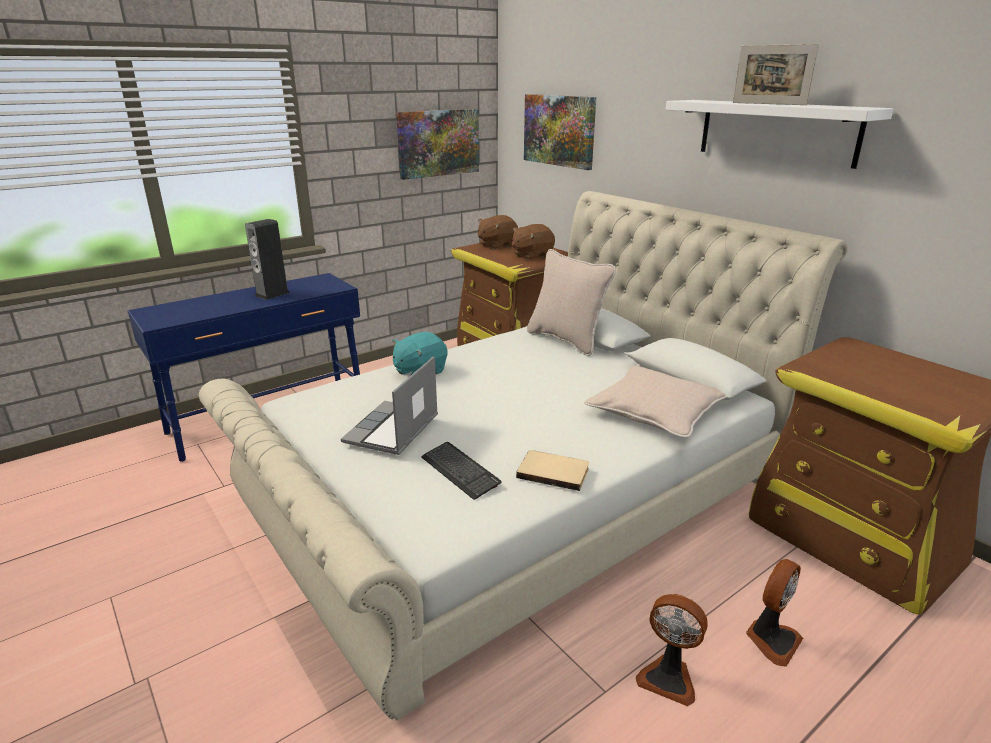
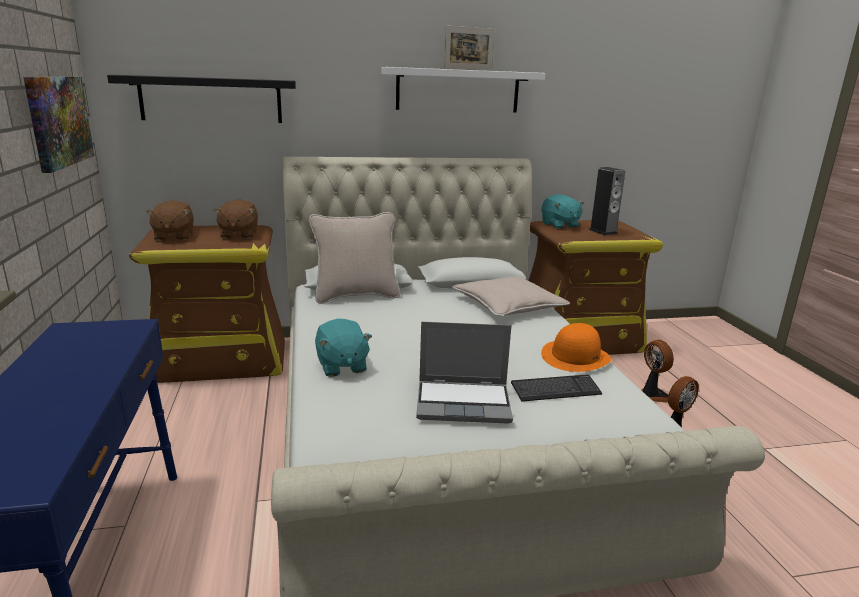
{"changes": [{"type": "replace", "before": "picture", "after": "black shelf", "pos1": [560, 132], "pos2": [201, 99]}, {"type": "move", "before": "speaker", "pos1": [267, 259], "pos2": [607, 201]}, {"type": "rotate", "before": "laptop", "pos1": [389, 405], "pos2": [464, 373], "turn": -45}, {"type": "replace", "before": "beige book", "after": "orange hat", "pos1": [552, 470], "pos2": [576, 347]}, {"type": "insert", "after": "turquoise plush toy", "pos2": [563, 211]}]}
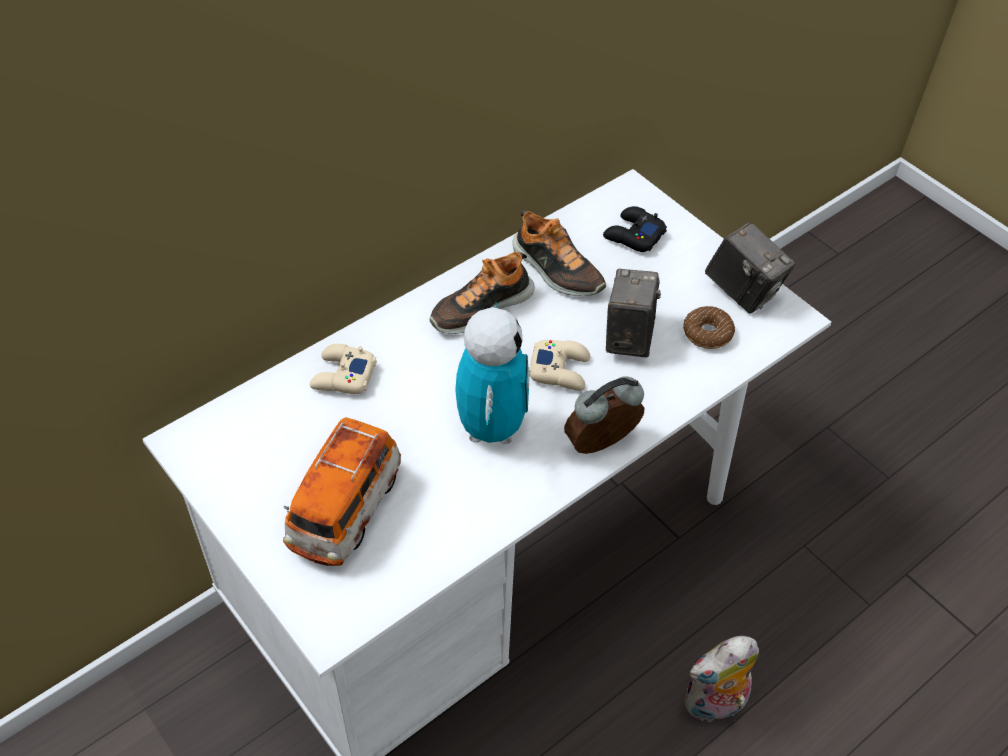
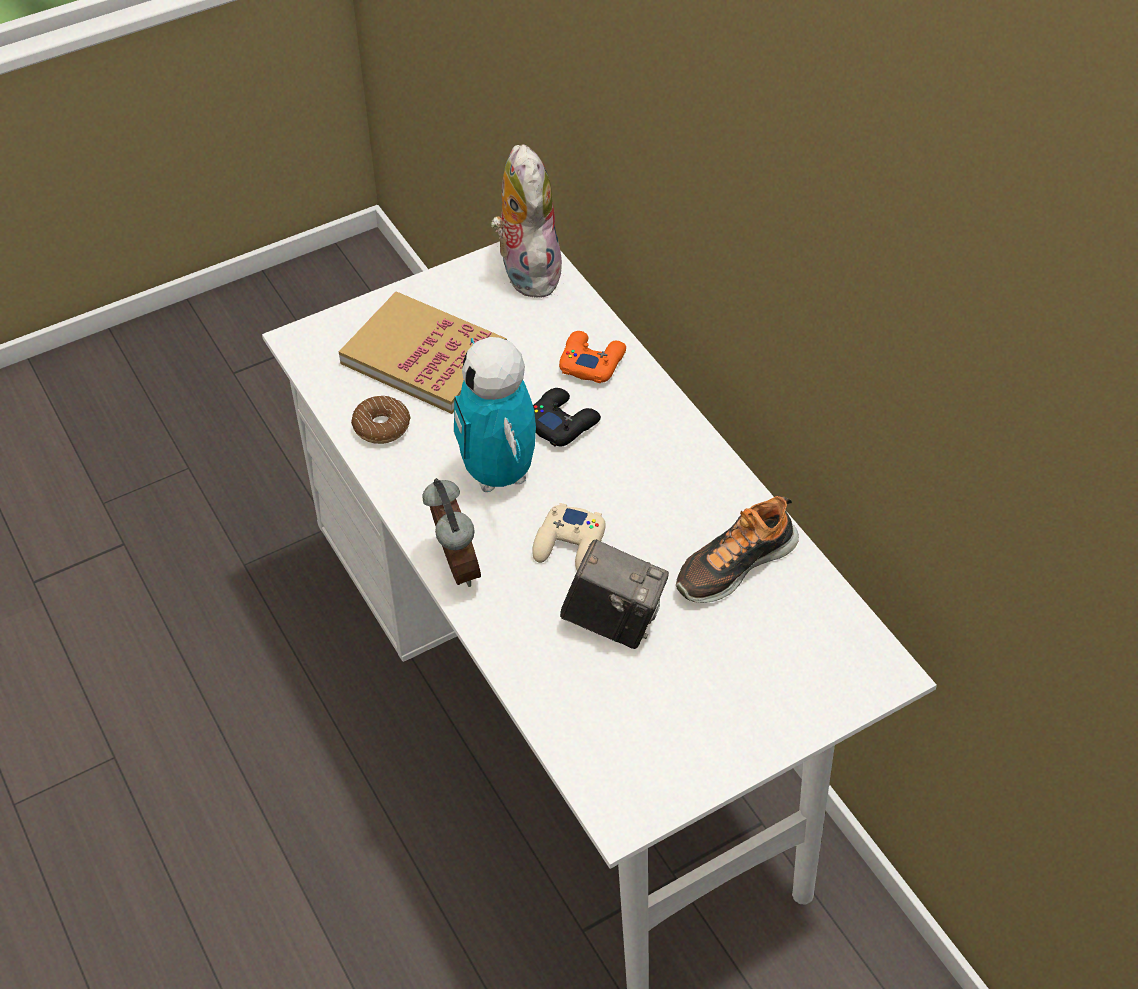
{"changes": [{"type": "move", "before": "black game controller", "pos1": [635, 229], "pos2": [567, 417]}, {"type": "delete", "before": "photo camera", "pos1": [750, 268]}, {"type": "delete", "before": "shoe", "pos1": [482, 293]}, {"type": "rotate", "before": "toy robot", "pos1": [492, 373], "pos2": [495, 414], "turn": 60}, {"type": "move", "before": "donut", "pos1": [709, 327], "pos2": [381, 419]}, {"type": "recolor", "before": "beige game controller", "after": "orange game controller", "pos1": [343, 369], "pos2": [592, 357]}, {"type": "replace", "before": "toy car", "after": "book", "pos1": [342, 491], "pos2": [423, 353]}, {"type": "move", "before": "plush toy", "pos1": [722, 679], "pos2": [526, 221]}]}
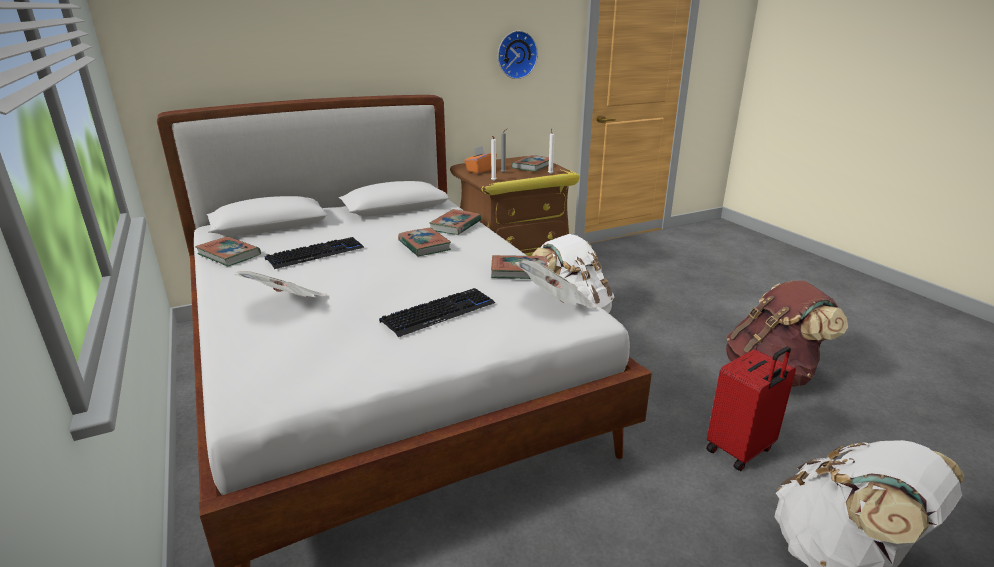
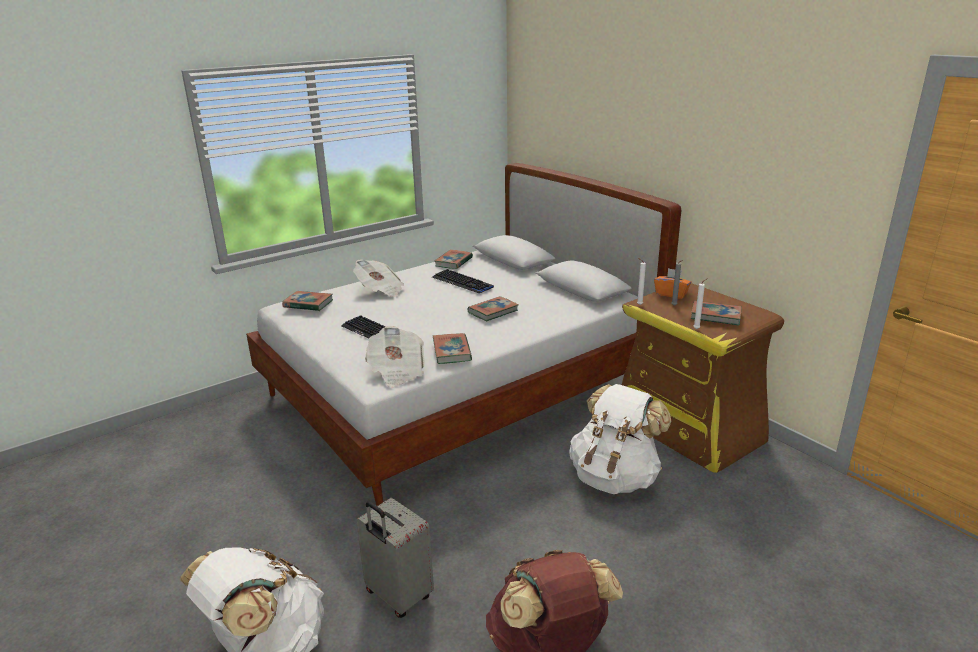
{"changes": [{"type": "delete", "before": "wall clock", "pos1": [518, 55]}, {"type": "move", "before": "book", "pos1": [455, 222], "pos2": [307, 301]}, {"type": "recolor", "before": "red suitcase", "after": "grey suitcase", "pos1": [751, 408], "pos2": [395, 558]}]}
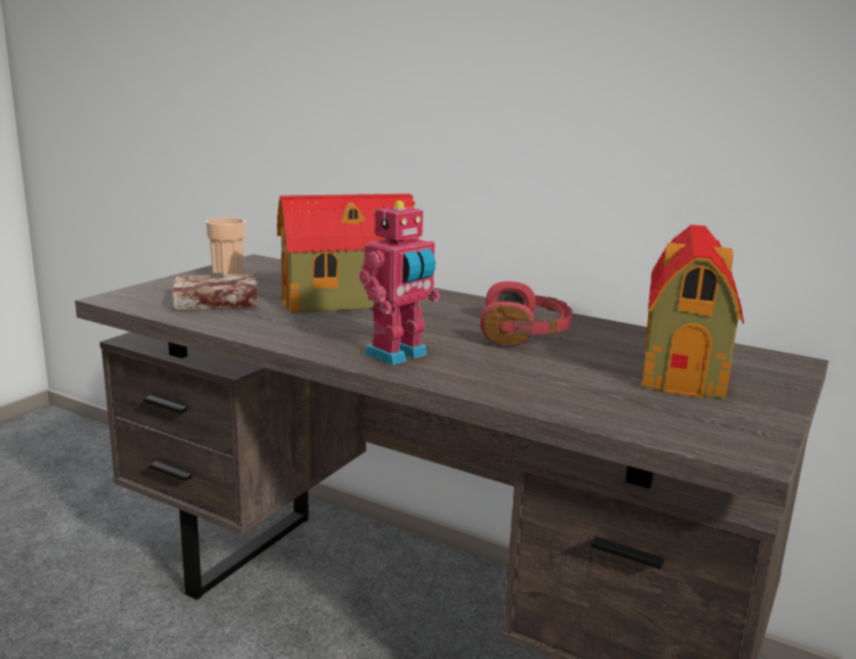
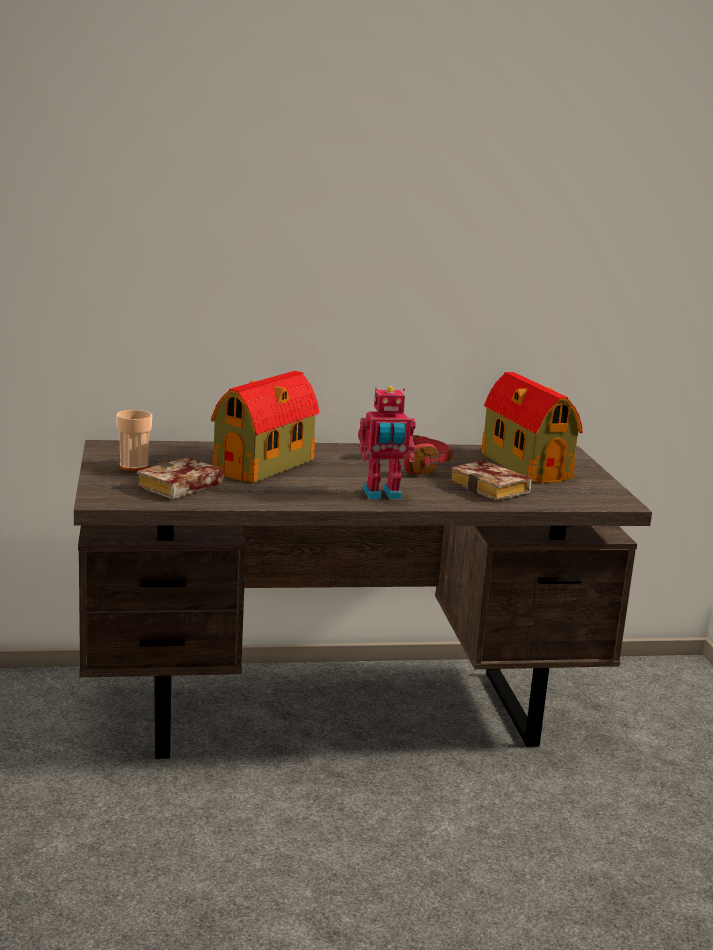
{"changes": [{"type": "rotate", "before": "toy robot", "pos1": [399, 282], "pos2": [387, 443], "turn": 75}, {"type": "insert", "after": "book", "pos2": [490, 480]}]}
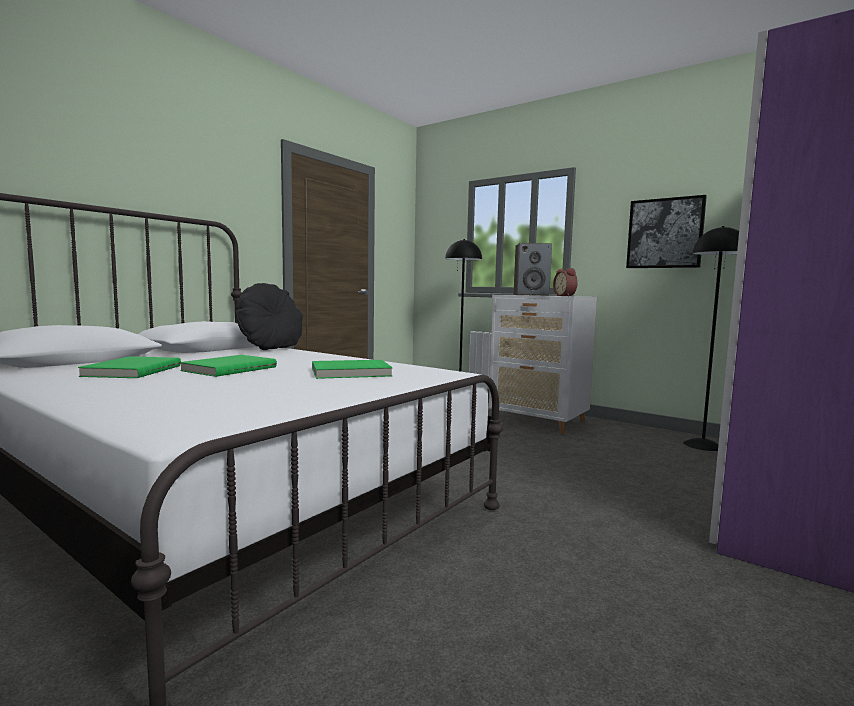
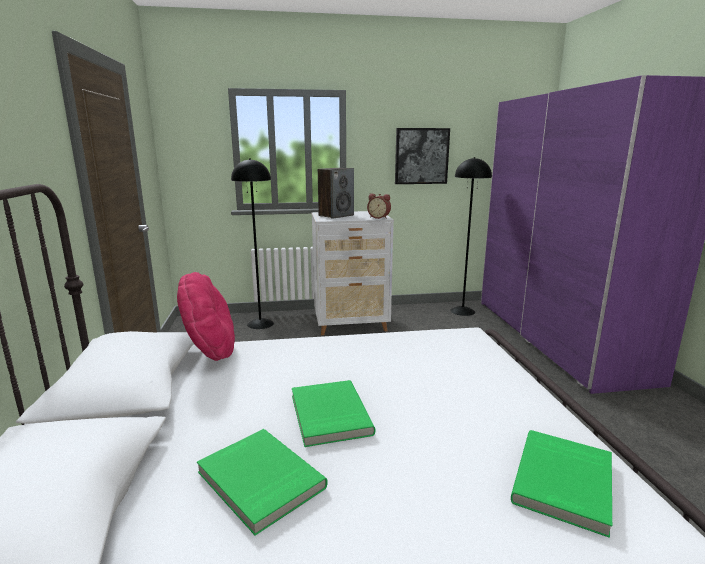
{"changes": [{"type": "recolor", "before": "black pillow", "after": "pink pillow", "pos1": [269, 316], "pos2": [206, 316]}, {"type": "move", "before": "green book", "pos1": [352, 369], "pos2": [561, 484]}]}
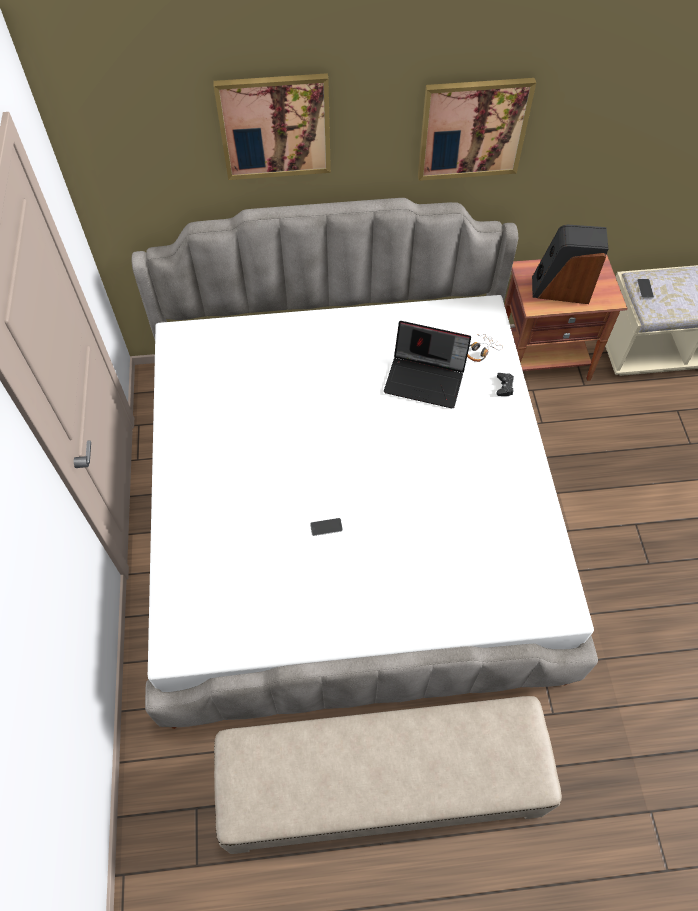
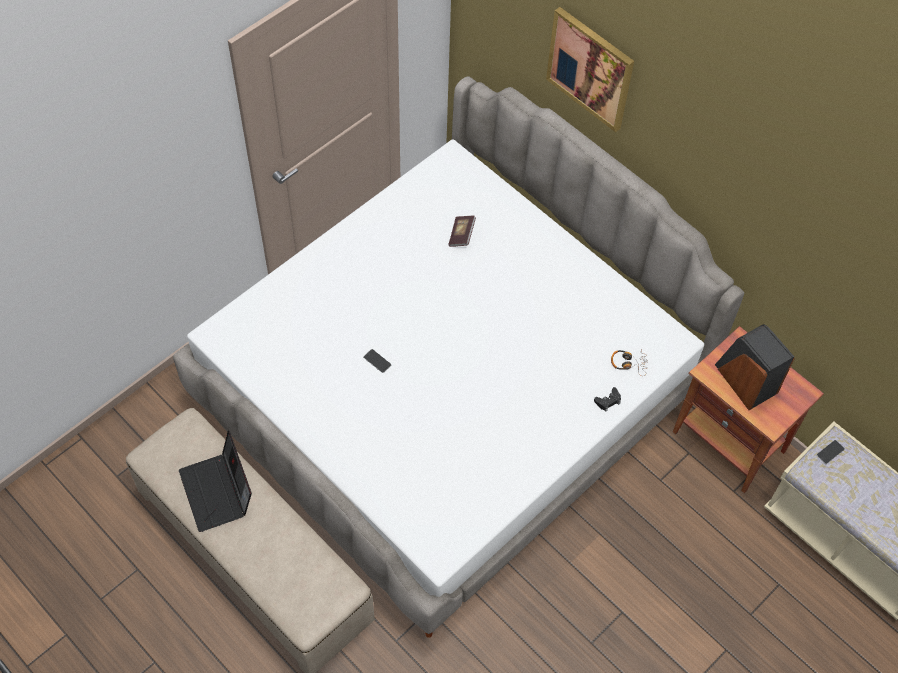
{"changes": [{"type": "delete", "before": "picture", "pos1": [477, 129]}, {"type": "move", "before": "laptop", "pos1": [427, 364], "pos2": [215, 481]}, {"type": "insert", "after": "book", "pos2": [462, 231]}]}
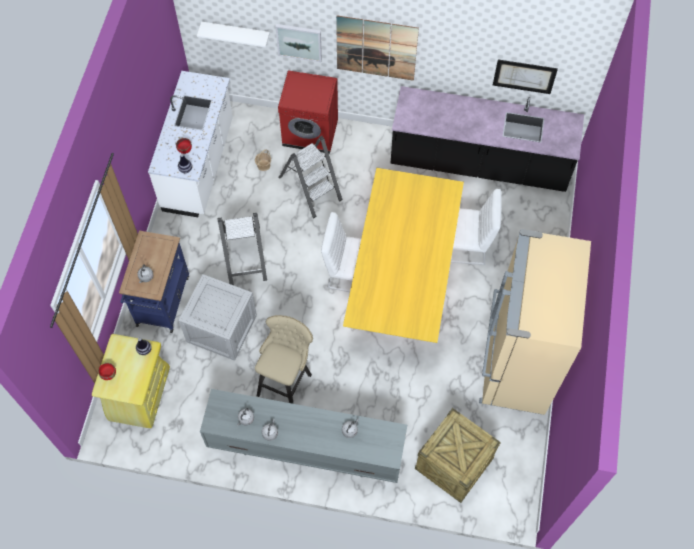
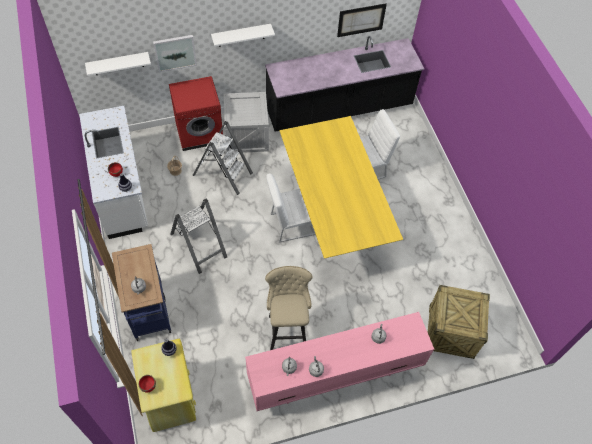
{"changes": [{"type": "replace", "before": "picture", "after": "white shelf", "pos1": [377, 48], "pos2": [243, 35]}, {"type": "delete", "before": "beige fridge", "pos1": [535, 322]}, {"type": "move", "before": "crate", "pos1": [218, 317], "pos2": [246, 122]}, {"type": "recolor", "before": "grey cabinet", "after": "pink cabinet", "pos1": [303, 436], "pos2": [339, 361]}]}
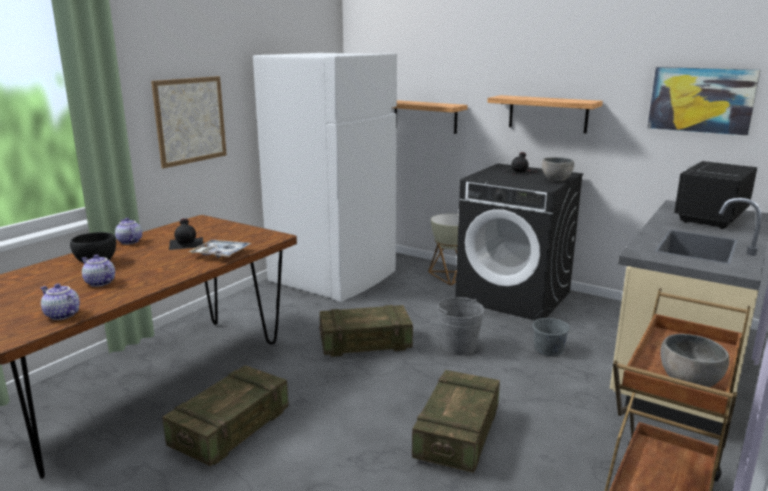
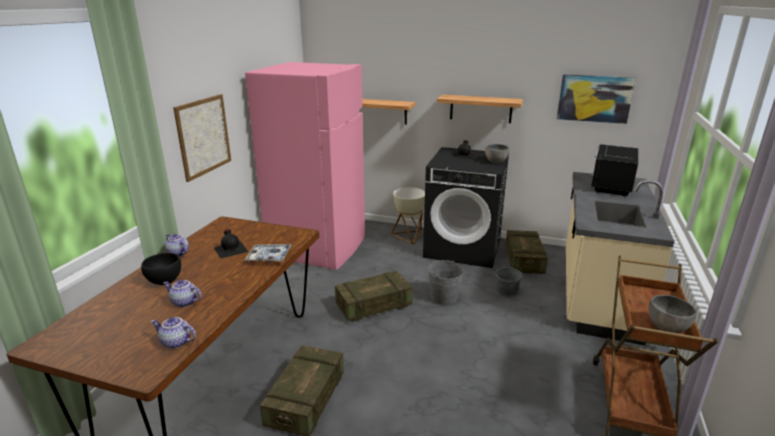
{"changes": [{"type": "recolor", "before": "white fridge", "after": "pink fridge", "pos1": [325, 177], "pos2": [305, 166]}, {"type": "move", "before": "crate", "pos1": [456, 421], "pos2": [527, 252]}]}
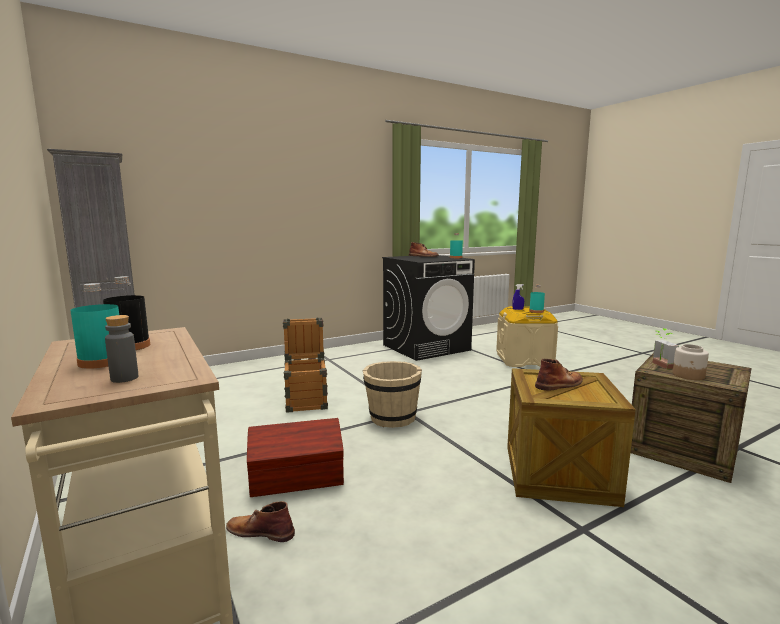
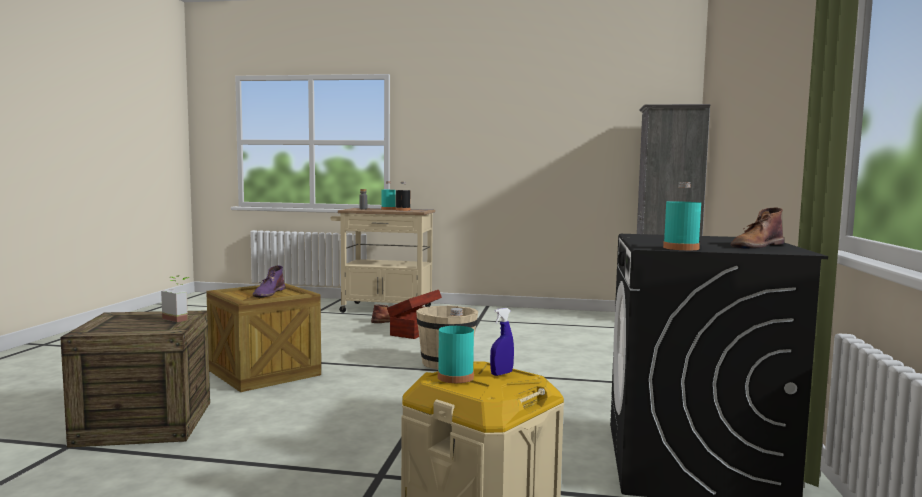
{"changes": [{"type": "delete", "before": "crate", "pos1": [305, 365]}, {"type": "delete", "before": "jar", "pos1": [690, 362]}, {"type": "recolor", "before": "brown boot", "after": "purple boot", "pos1": [559, 375], "pos2": [269, 281]}]}
